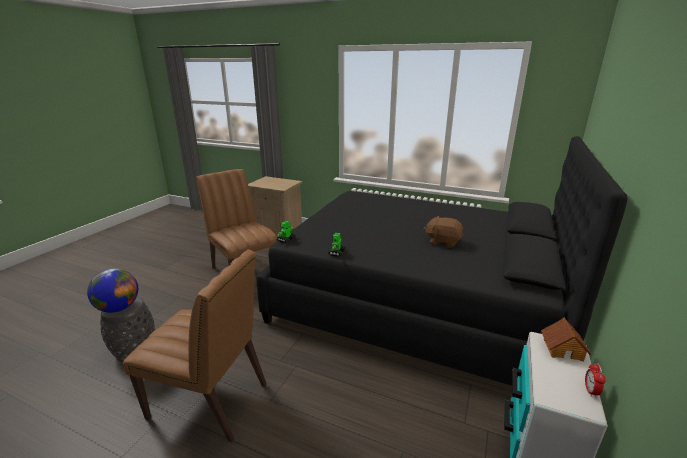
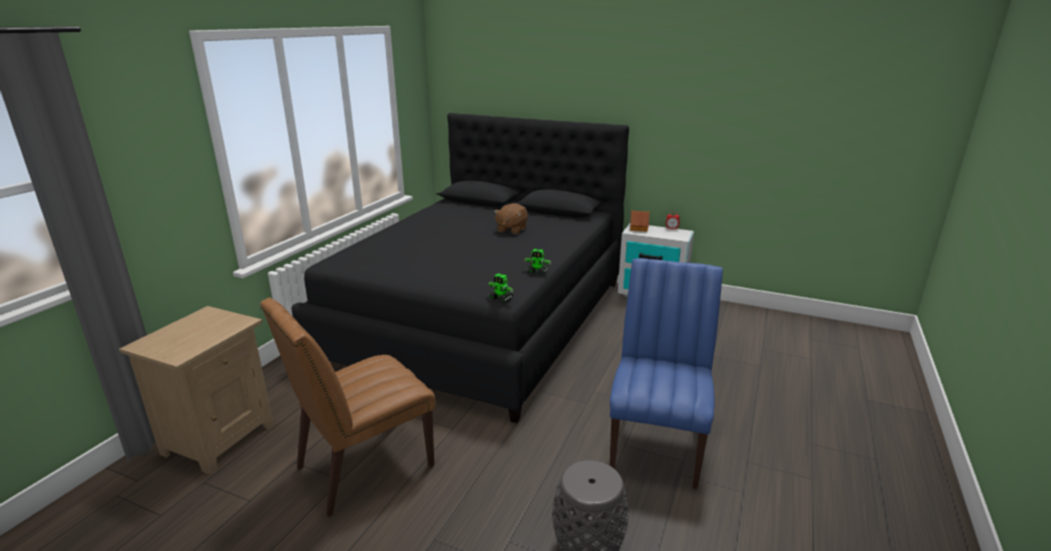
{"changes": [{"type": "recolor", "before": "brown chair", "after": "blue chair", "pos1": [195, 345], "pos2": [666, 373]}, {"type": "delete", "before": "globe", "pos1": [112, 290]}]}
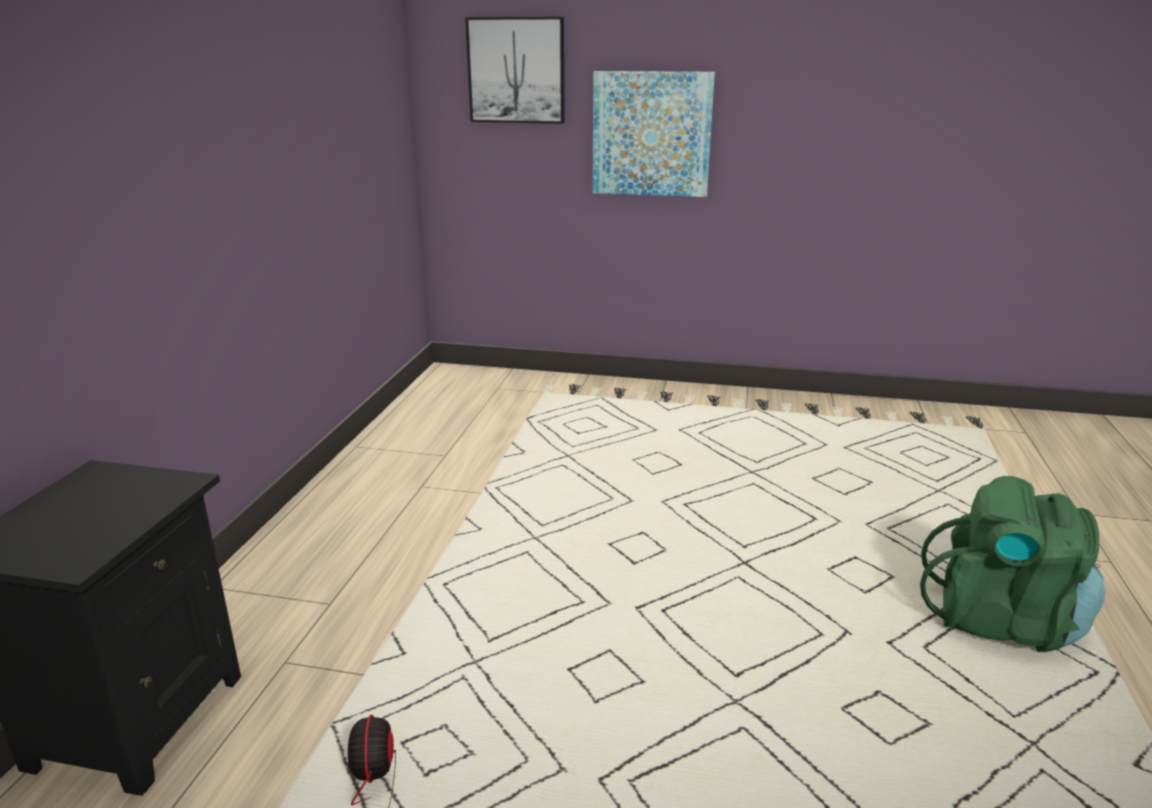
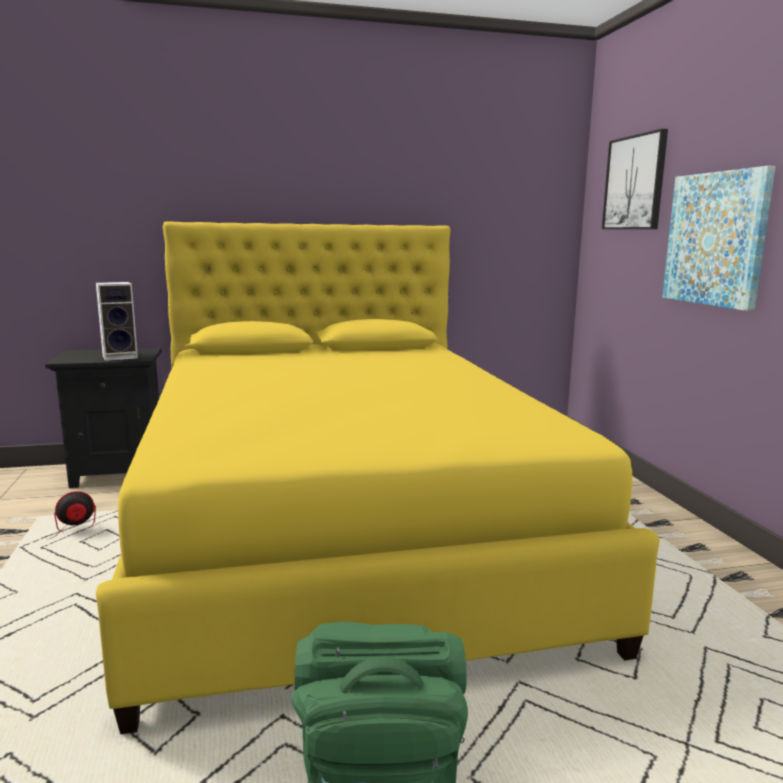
{"changes": [{"type": "insert", "after": "yellow bed", "pos2": [378, 477]}, {"type": "insert", "after": "speaker", "pos2": [117, 321]}]}
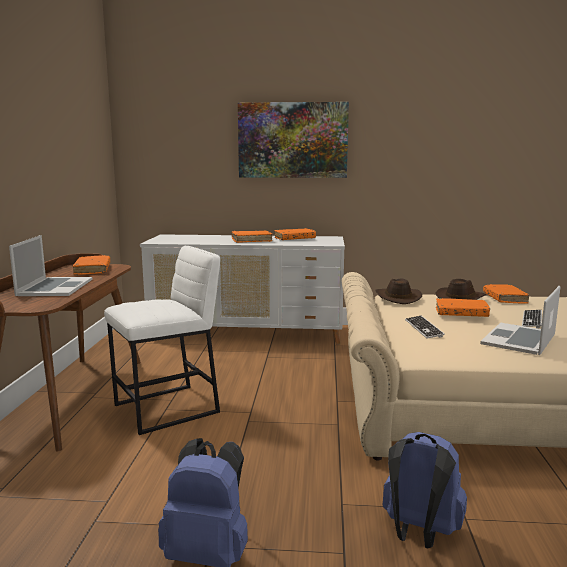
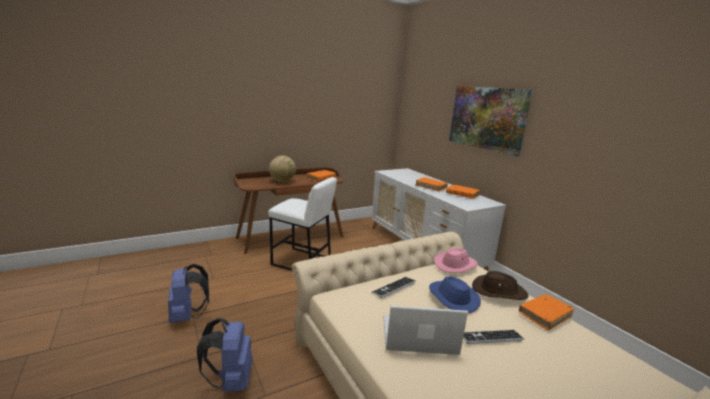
{"changes": [{"type": "replace", "before": "laptop", "after": "globe", "pos1": [50, 265], "pos2": [282, 168]}, {"type": "recolor", "before": "brown hat", "after": "pink hat", "pos1": [398, 291], "pos2": [456, 260]}, {"type": "replace", "before": "orange book", "after": "blue hat", "pos1": [463, 307], "pos2": [455, 295]}]}
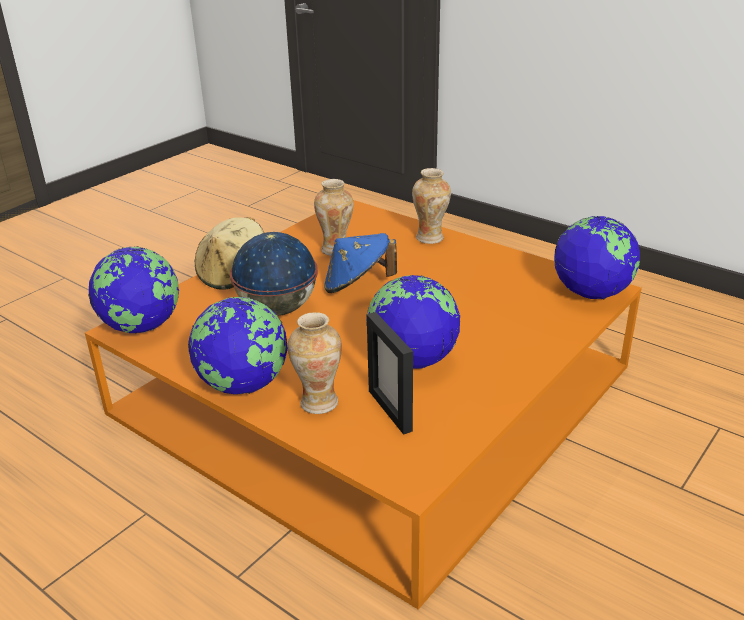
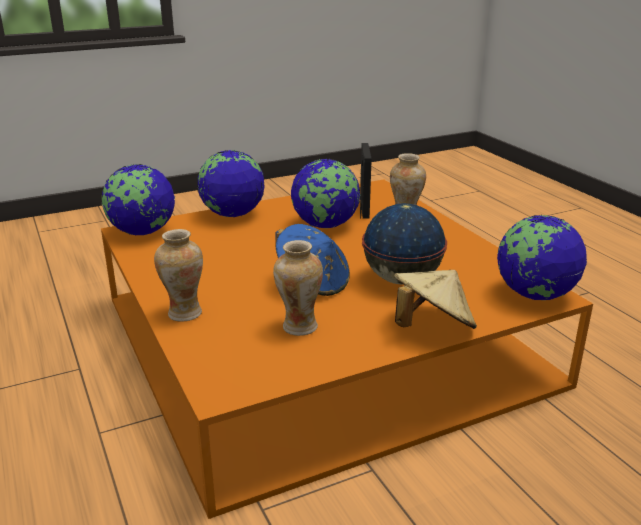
{"changes": [{"type": "move", "before": "globe", "pos1": [238, 345], "pos2": [231, 183]}]}
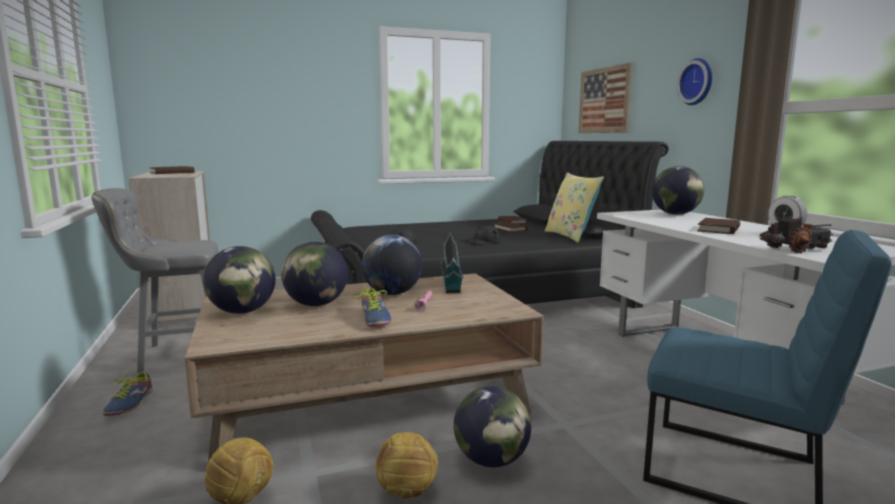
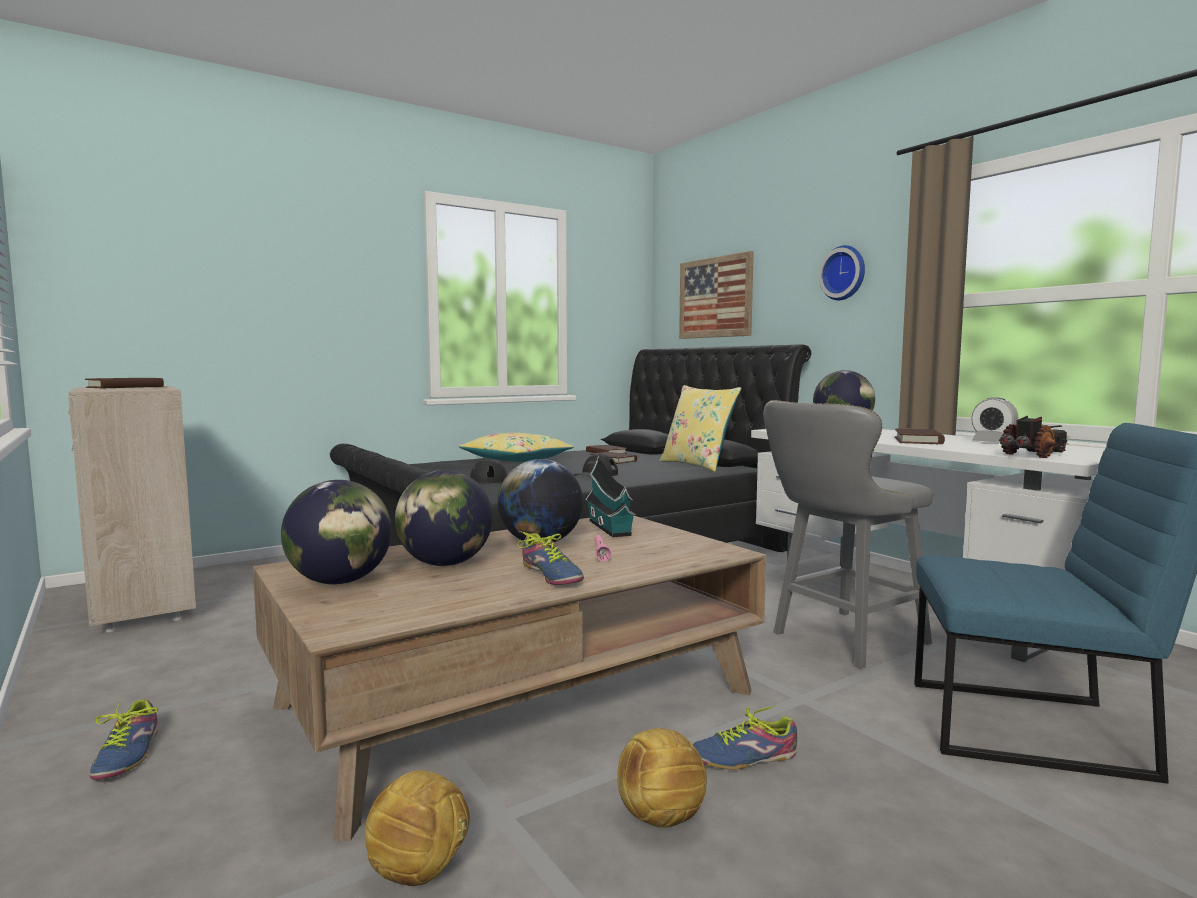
{"changes": [{"type": "move", "before": "grey stool", "pos1": [154, 280], "pos2": [848, 534]}, {"type": "replace", "before": "globe", "after": "shoe", "pos1": [492, 426], "pos2": [745, 737]}, {"type": "insert", "after": "yellow pillow", "pos2": [516, 447]}]}
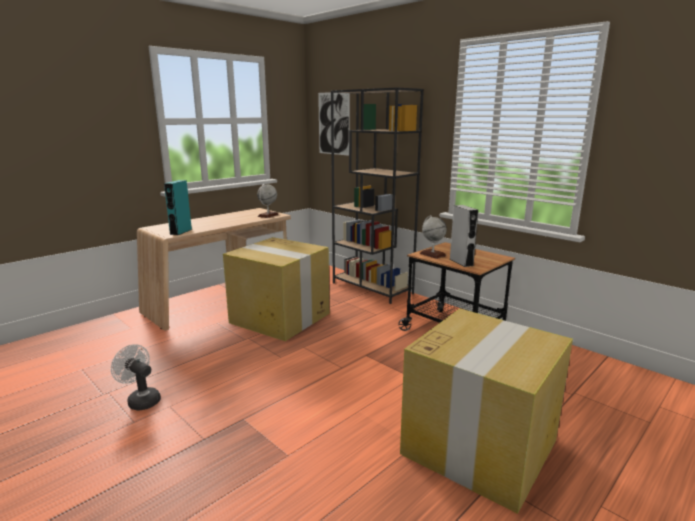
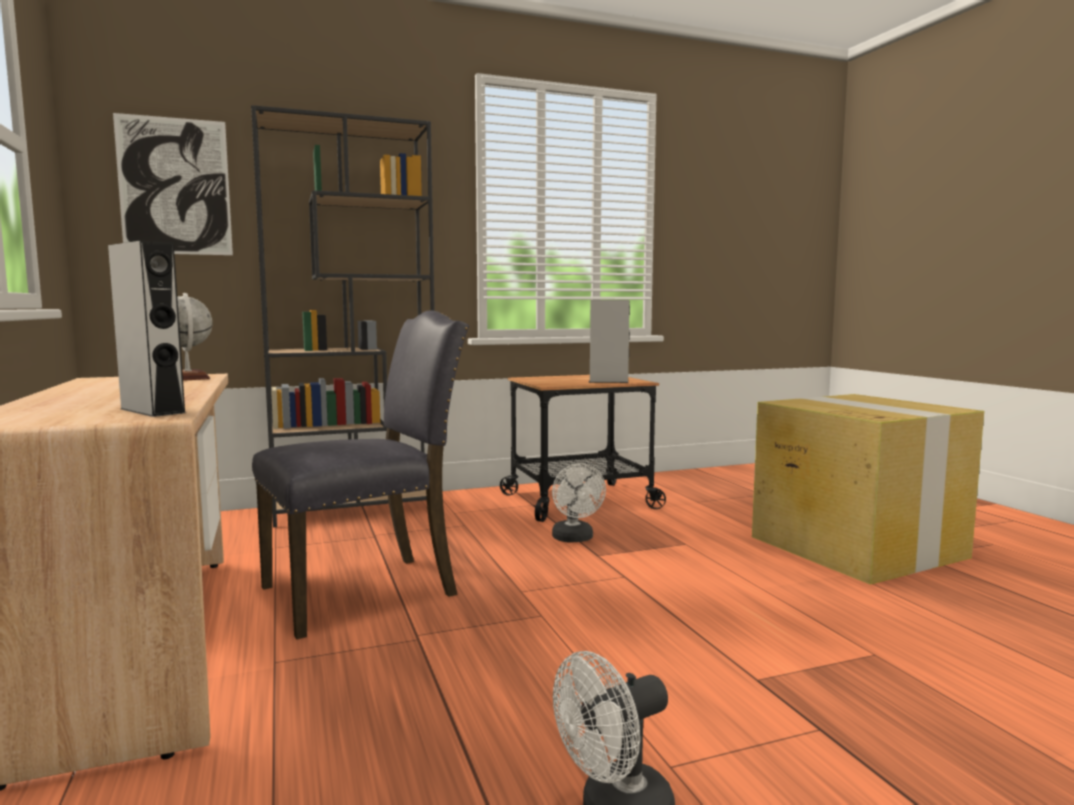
{"changes": [{"type": "recolor", "before": "turquoise speaker", "after": "grey speaker", "pos1": [178, 207], "pos2": [147, 329]}, {"type": "delete", "before": "globe", "pos1": [433, 237]}, {"type": "replace", "before": "cardboard box", "after": "grey chair", "pos1": [276, 289], "pos2": [360, 474]}, {"type": "insert", "after": "white fan", "pos2": [579, 502]}]}
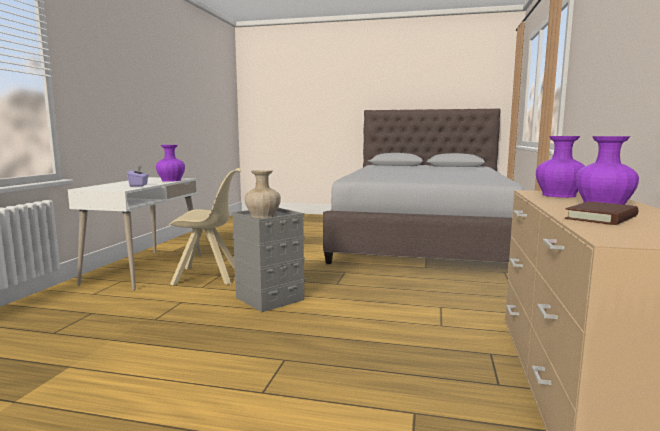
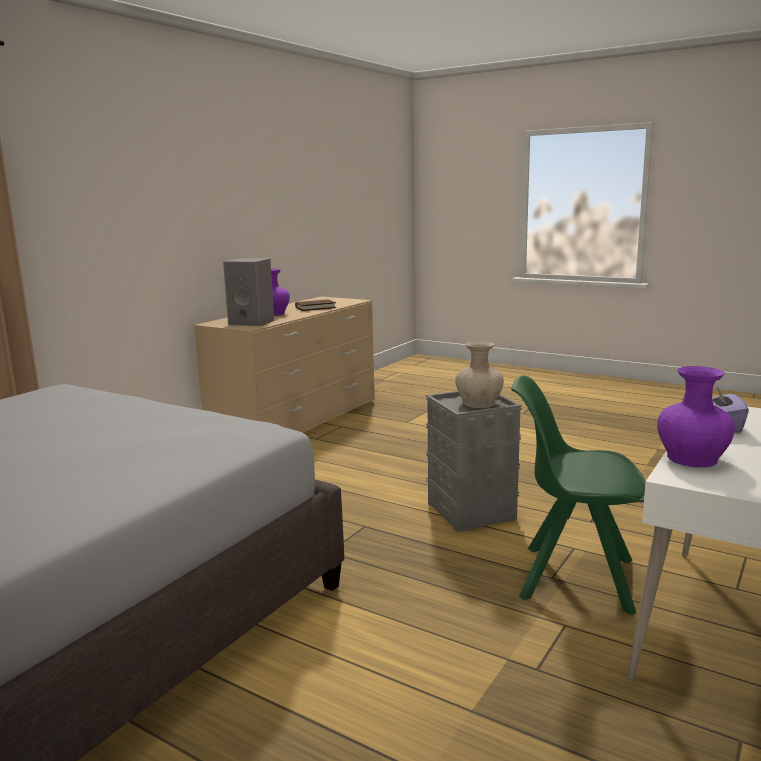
{"changes": [{"type": "replace", "before": "purple vase", "after": "grey speaker", "pos1": [560, 167], "pos2": [248, 292]}, {"type": "recolor", "before": "beige chair", "after": "green chair", "pos1": [205, 226], "pos2": [578, 495]}]}
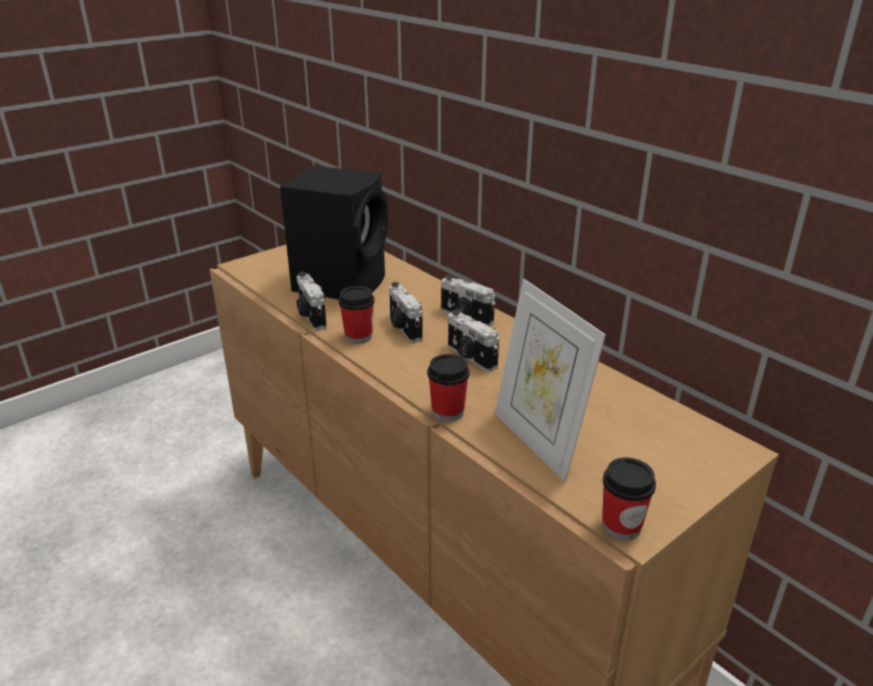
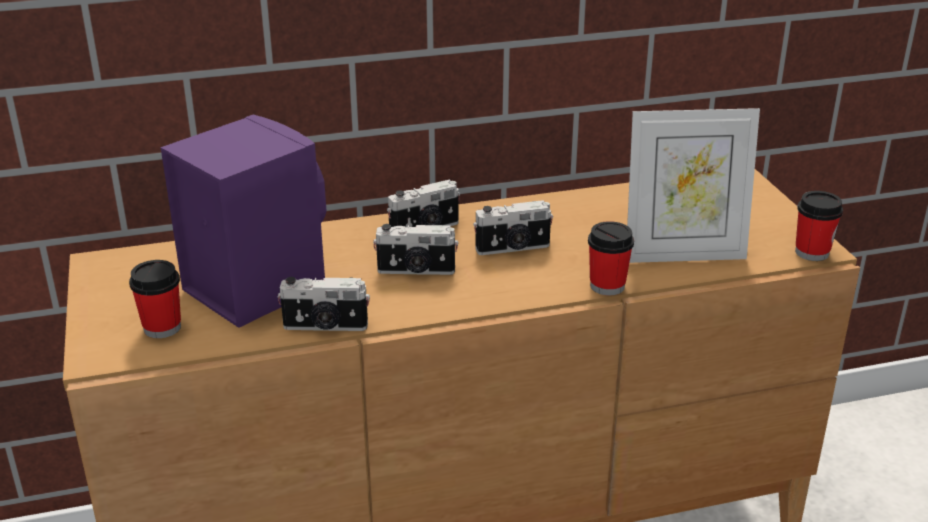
{"changes": [{"type": "recolor", "before": "black speaker", "after": "purple speaker", "pos1": [334, 233], "pos2": [244, 221]}, {"type": "move", "before": "cup", "pos1": [357, 315], "pos2": [155, 299]}]}
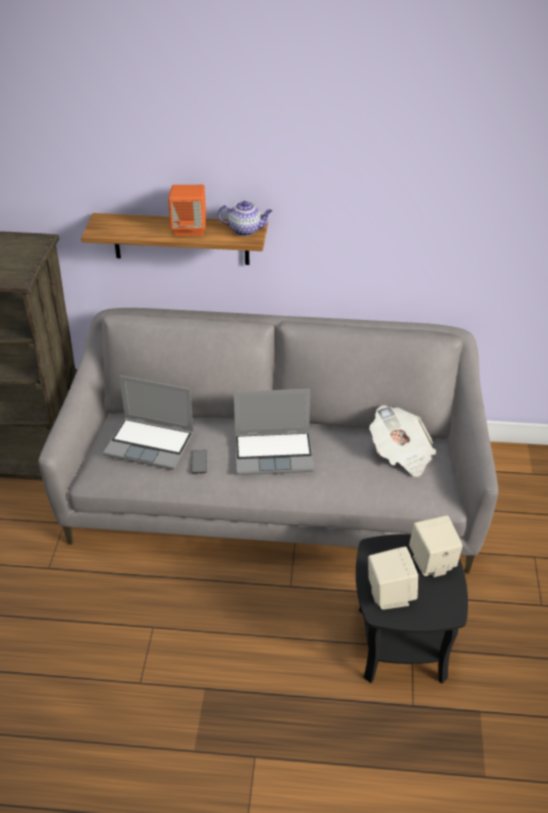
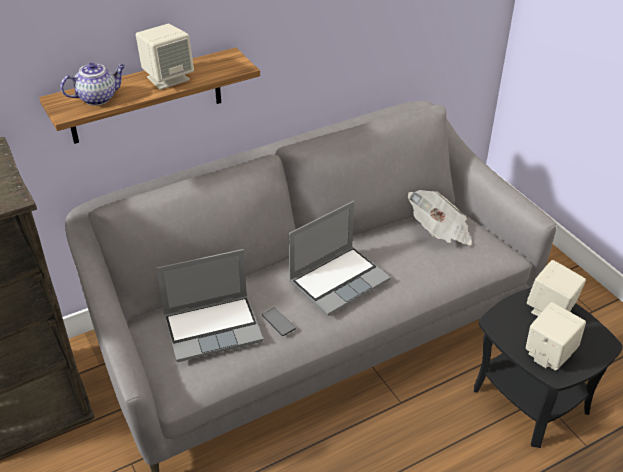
{"changes": [{"type": "recolor", "before": "orange speaker", "after": "beige speaker", "pos1": [187, 210], "pos2": [165, 57]}, {"type": "move", "before": "teapot", "pos1": [245, 218], "pos2": [93, 84]}]}
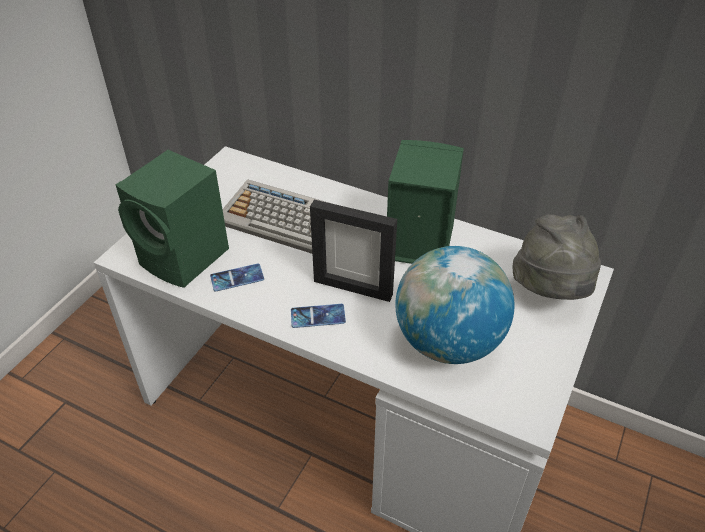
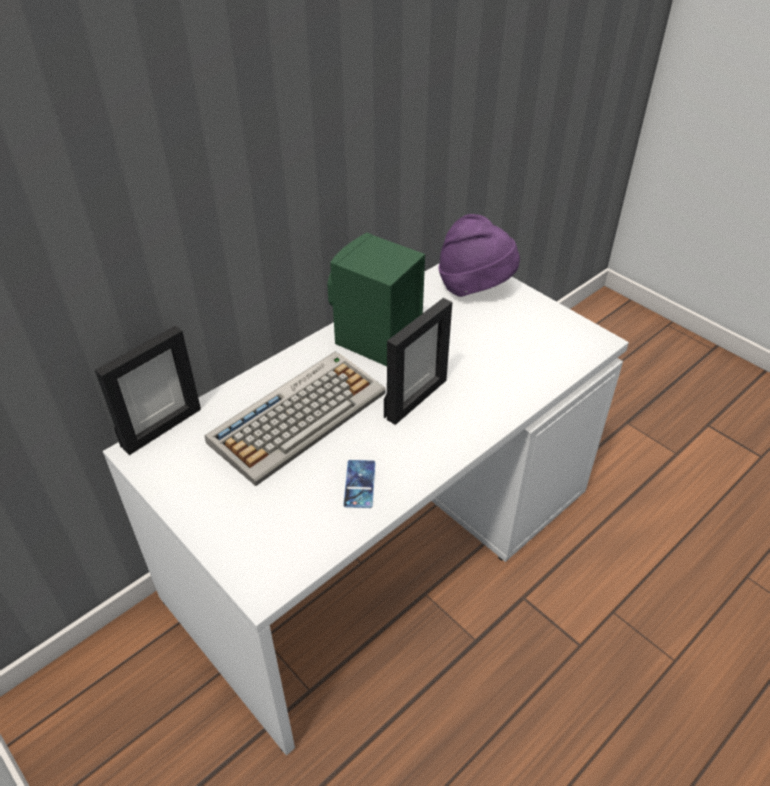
{"changes": [{"type": "delete", "before": "green speaker", "pos1": [172, 219]}, {"type": "recolor", "before": "grey hat", "after": "purple hat", "pos1": [557, 257], "pos2": [479, 255]}, {"type": "delete", "before": "globe", "pos1": [455, 305]}, {"type": "delete", "before": "phone", "pos1": [318, 316]}, {"type": "insert", "after": "picture frame", "pos2": [148, 390]}]}
